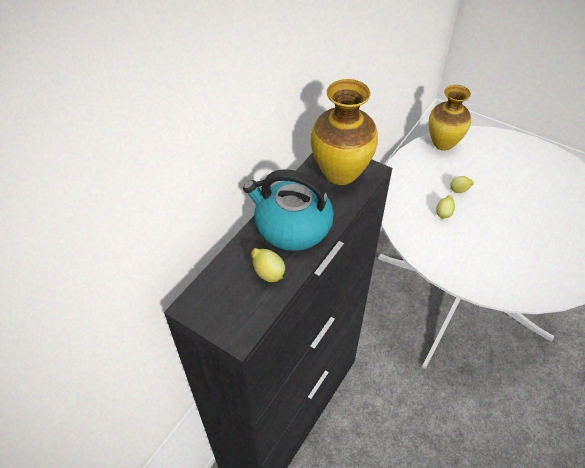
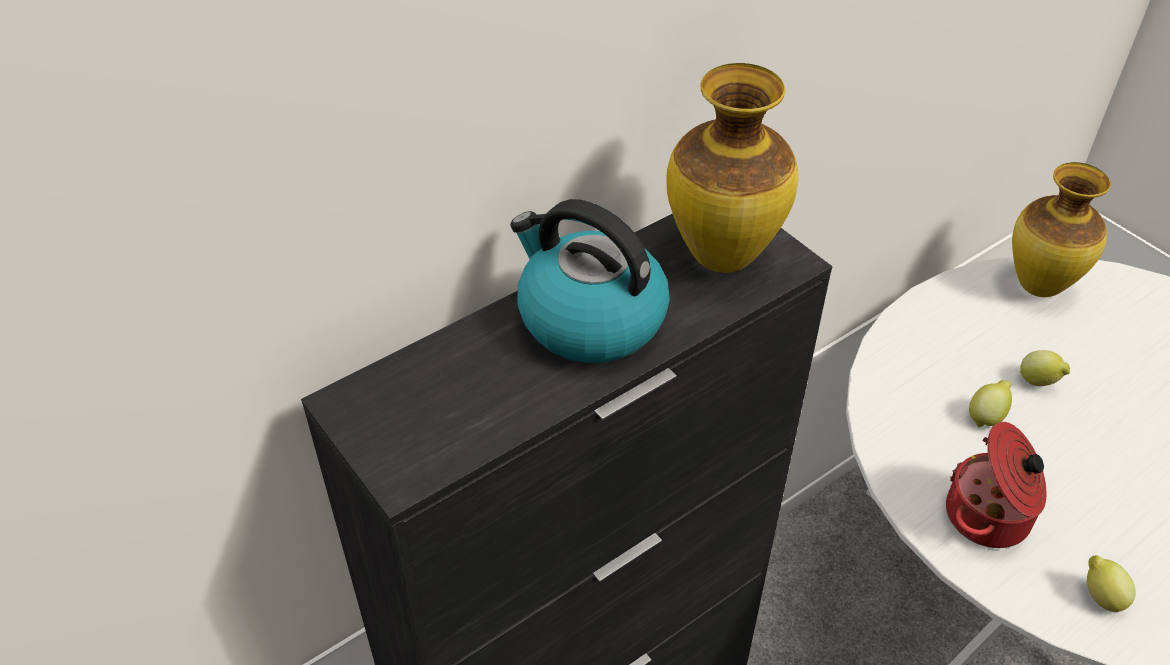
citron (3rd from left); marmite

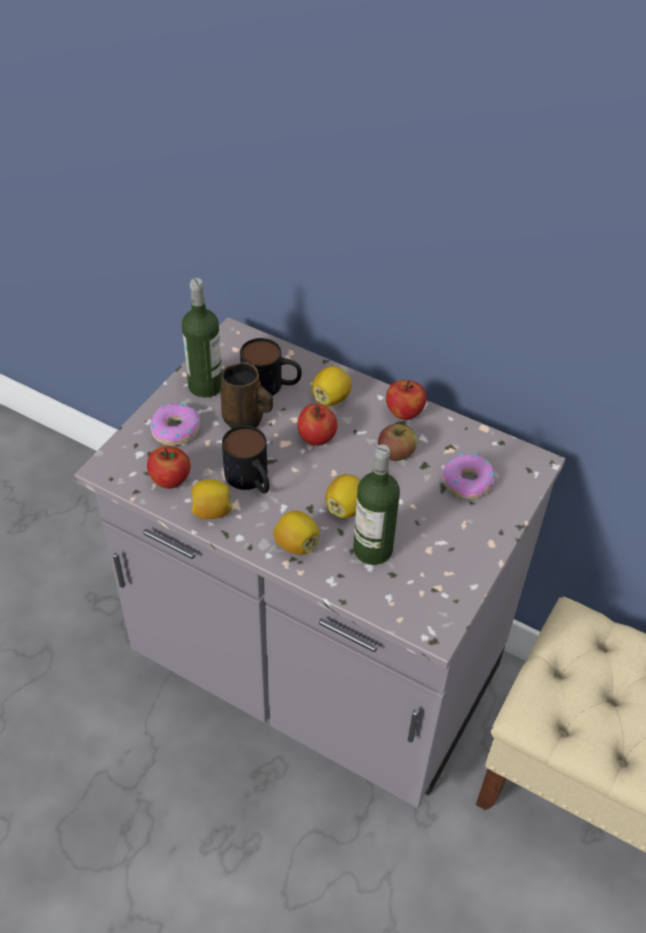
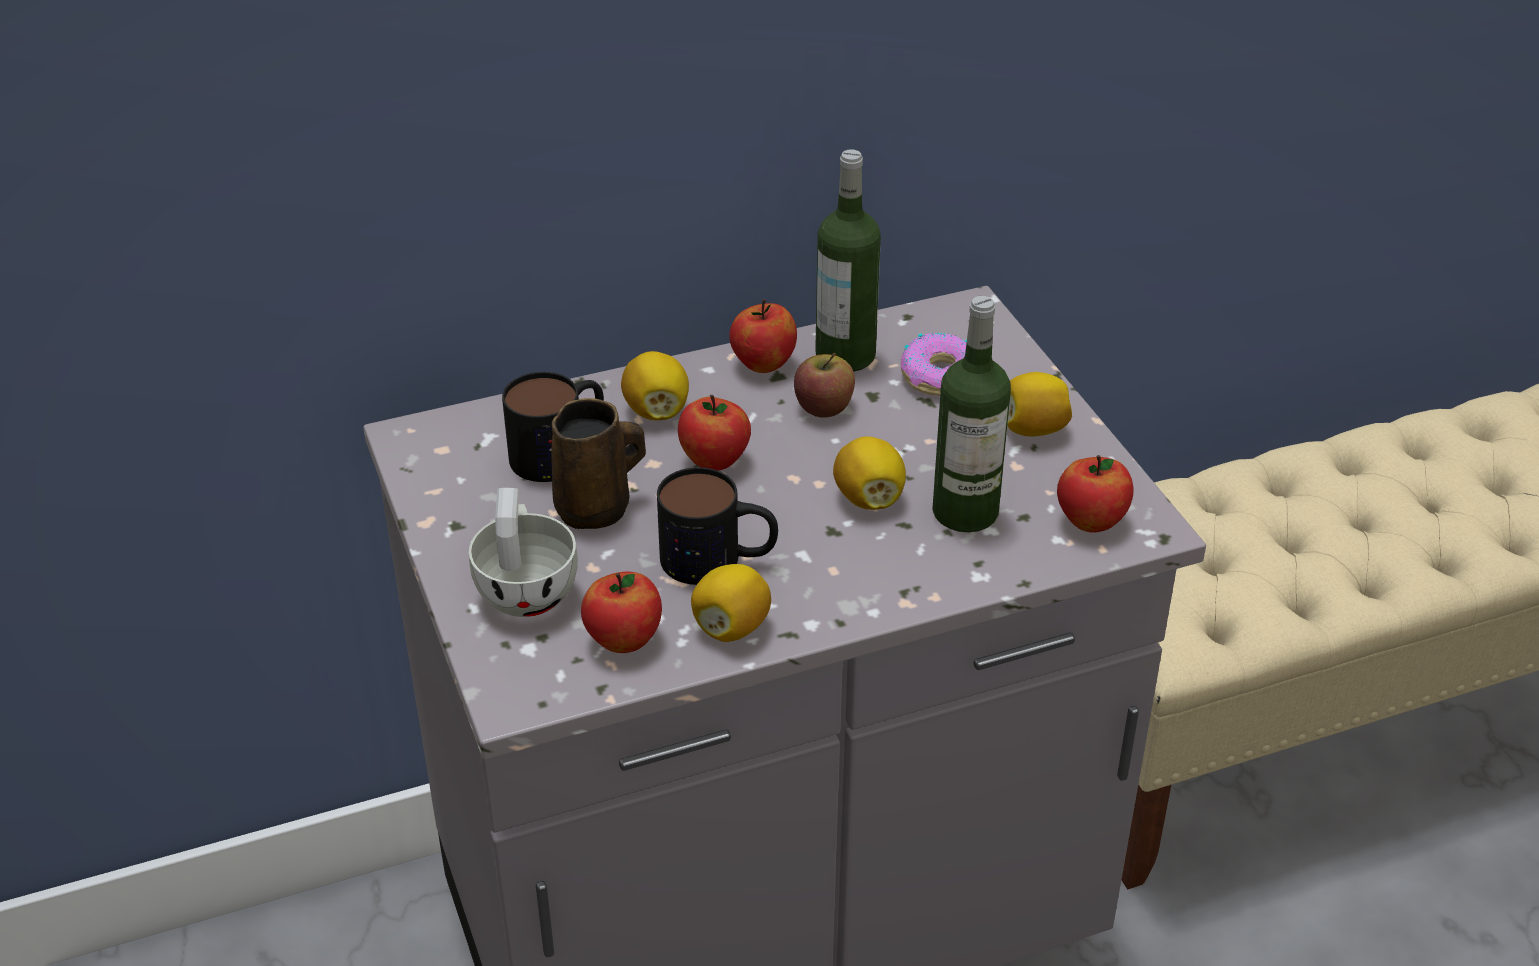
bouteille (1st from left); tasse (blanc); citron (4th from left); pomme (5th from left)

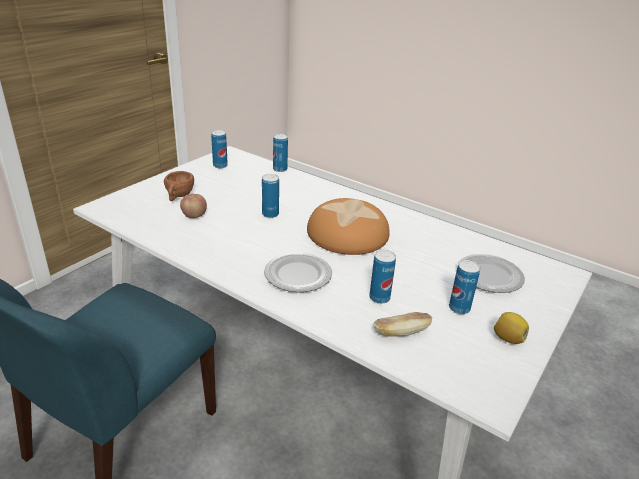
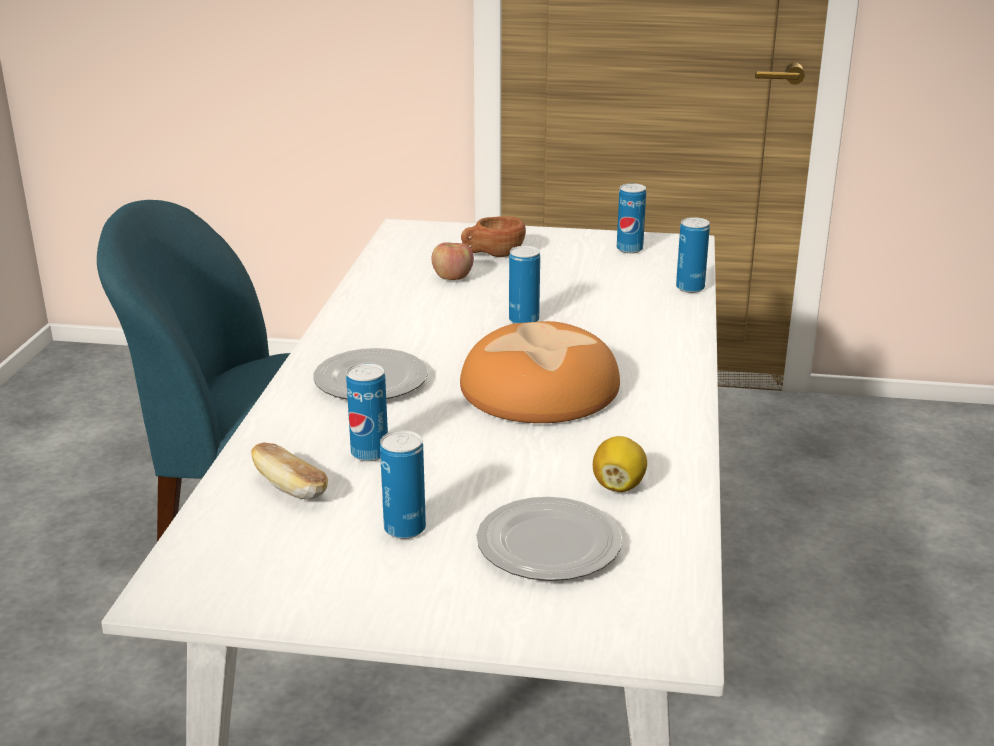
citron

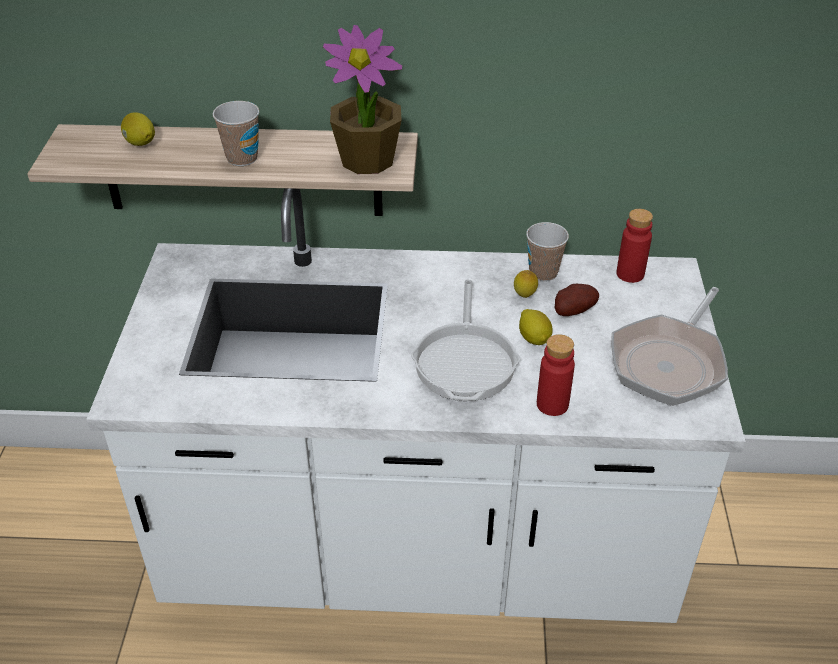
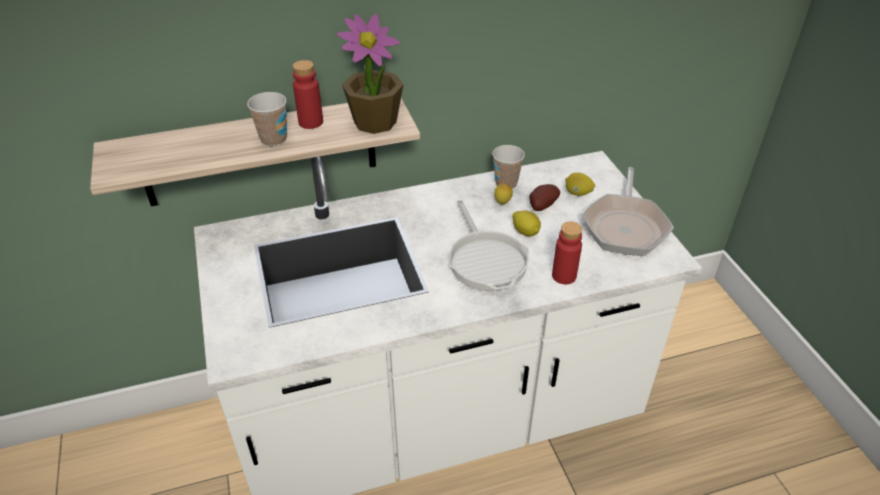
citron (3rd from left); bouteille (rouge) (1st from left)

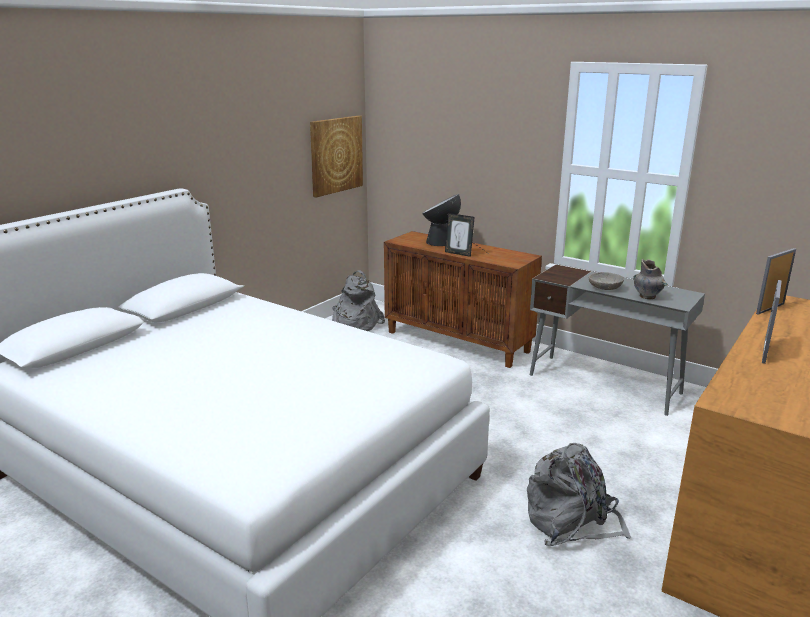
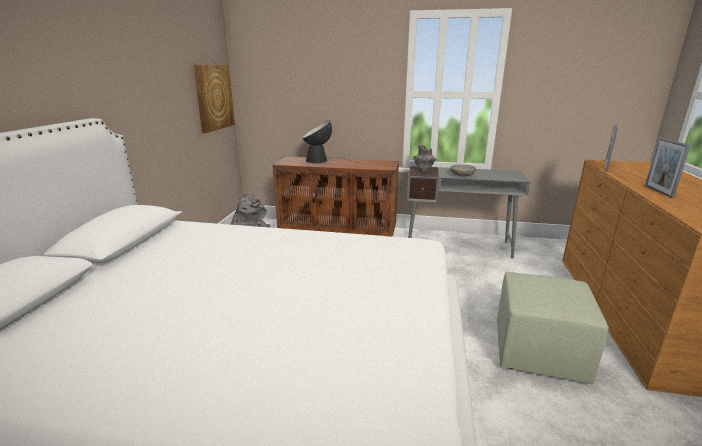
cadre photo (1st from left in the first image); vase (gris); pouf (vert)

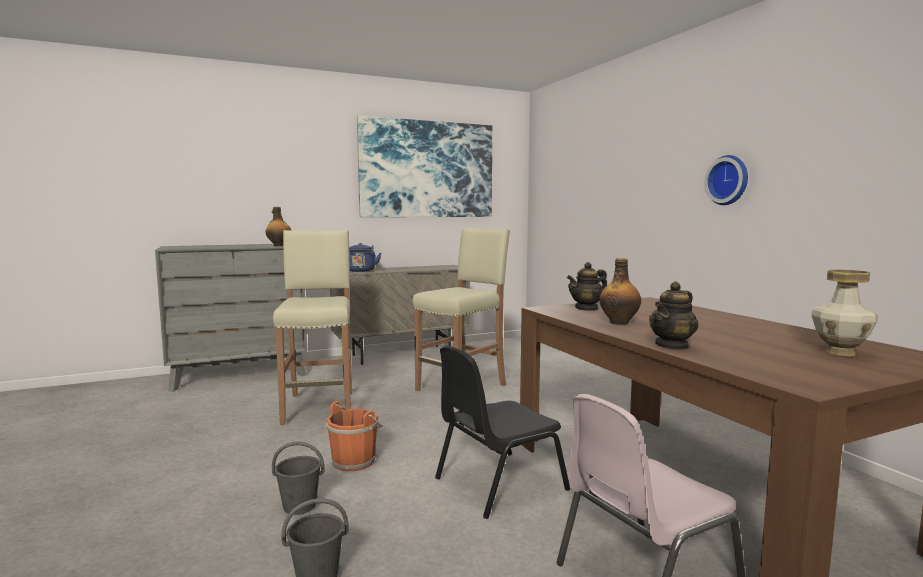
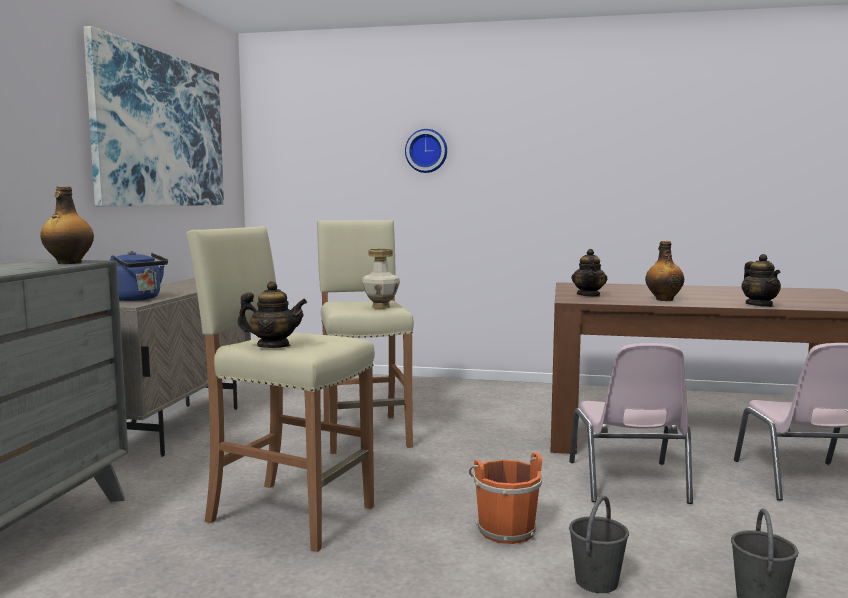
horloge murale; vase; chaise (rose) (1st from left); théière (1st from left)

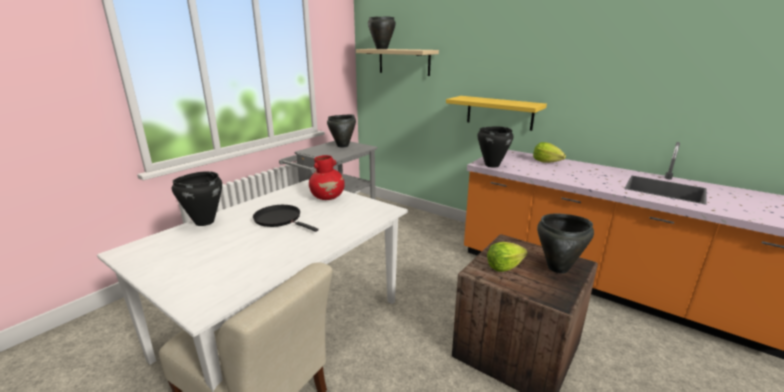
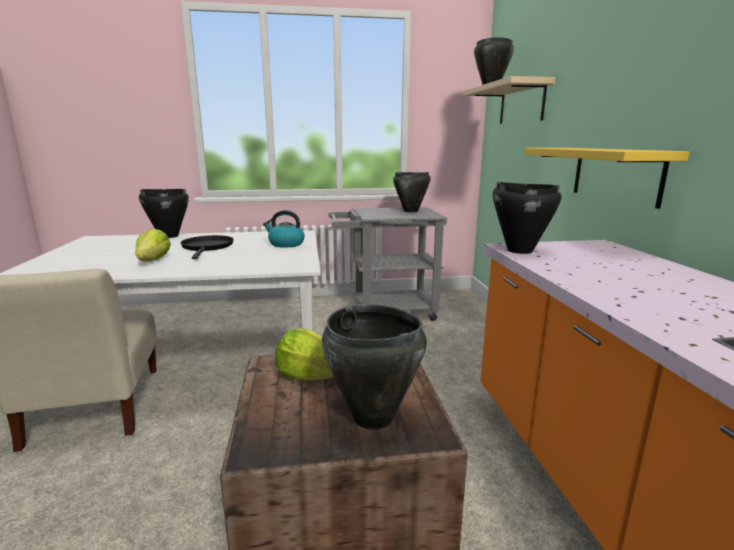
laitue (1st from left); bouilloire

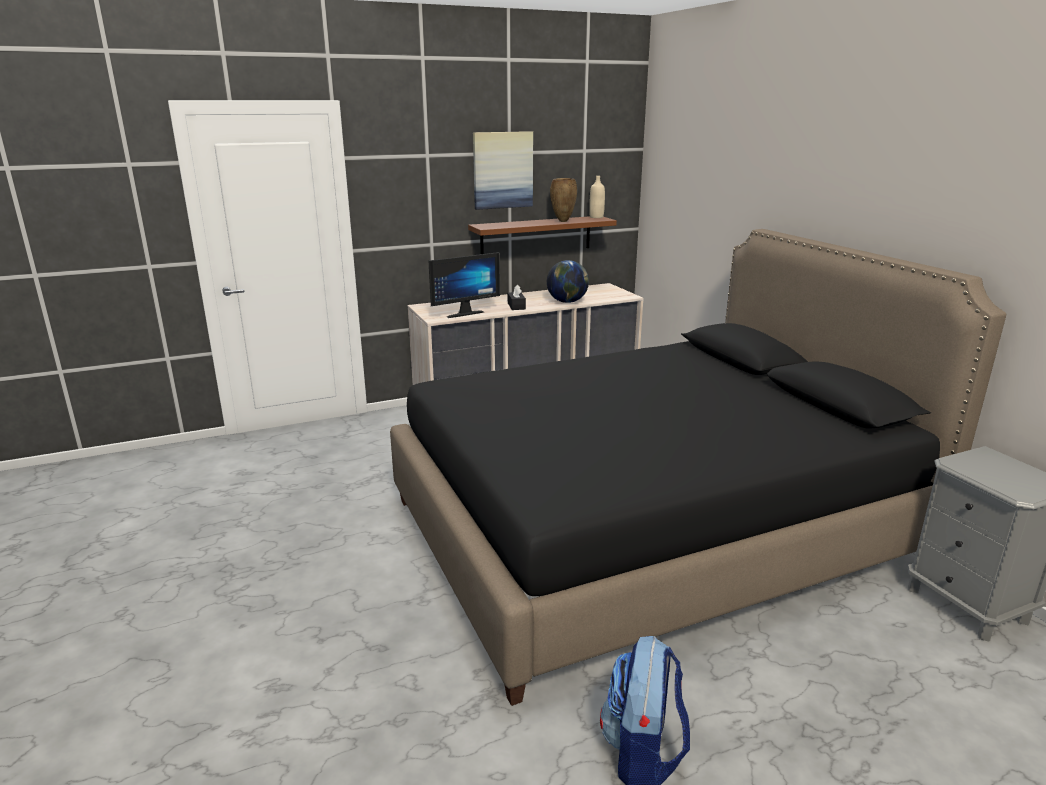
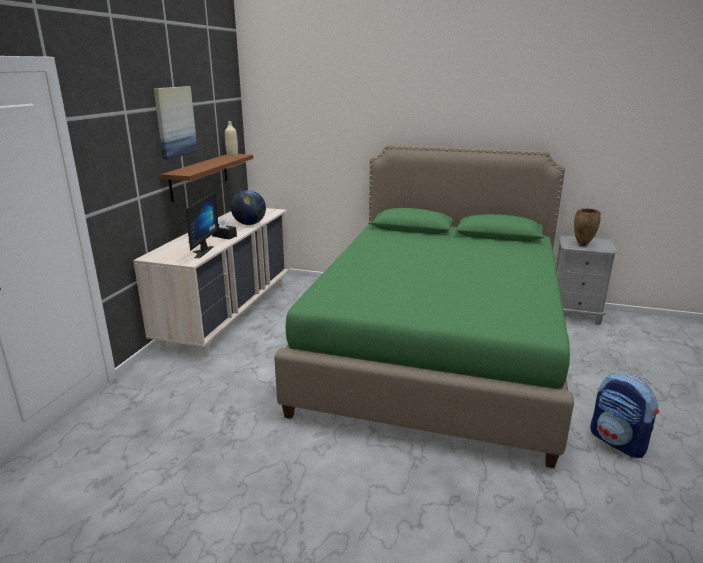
vase (marron); lit (vert)

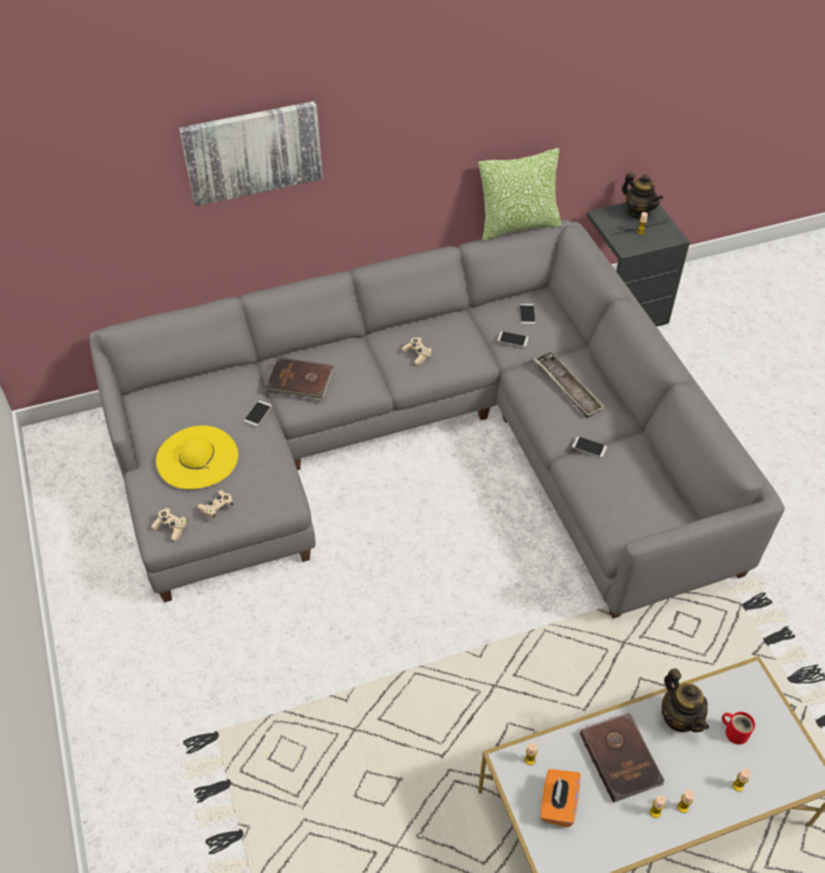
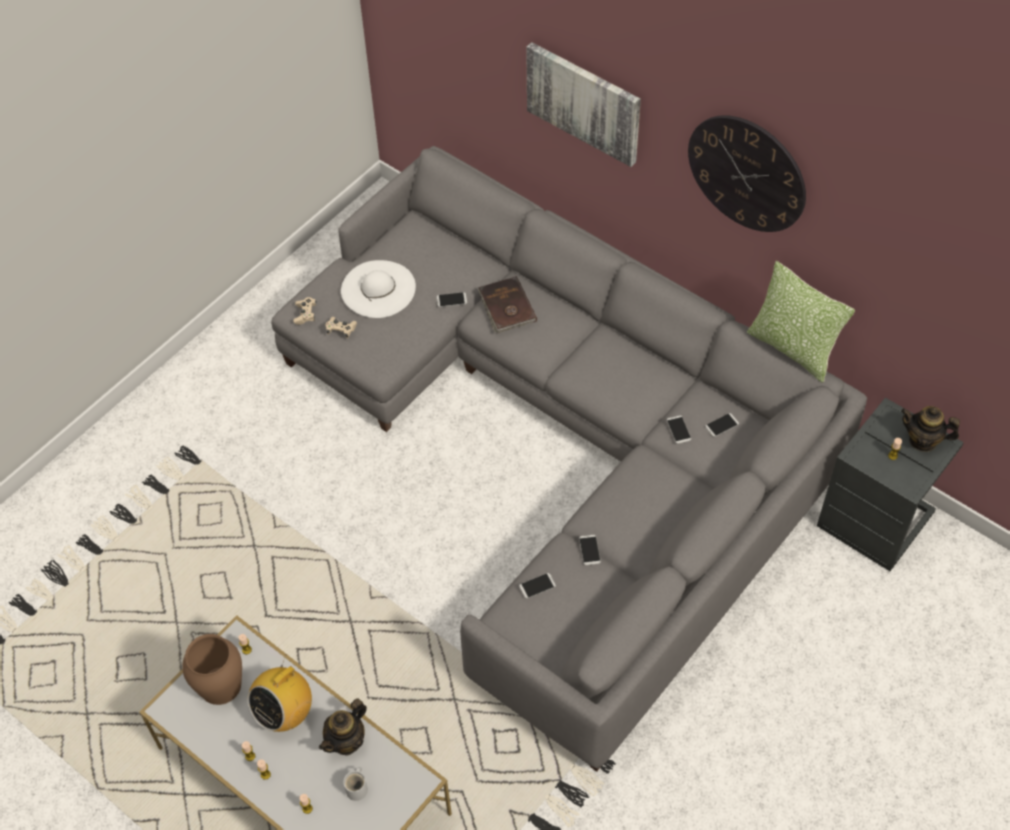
théière (2nd from left); manette (beige) (3rd from left in the first image); plateau; chapeau (blanc); radio; mug (blanc); vase (marron); horloge murale; téléphone (2nd from left)

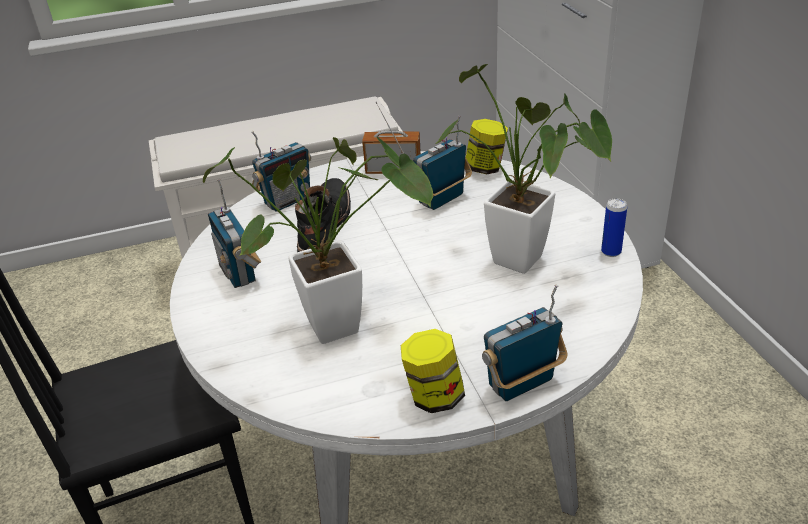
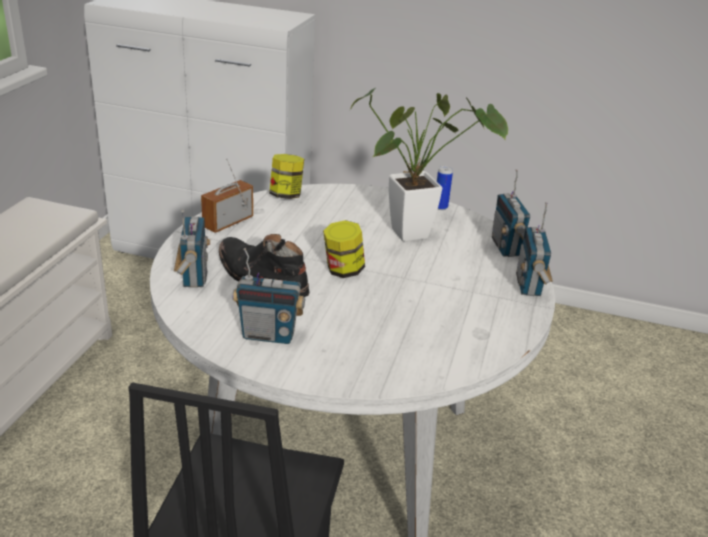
radio (4th from left); plante en pot (1st from left in the first image); bocal (2nd from left)

